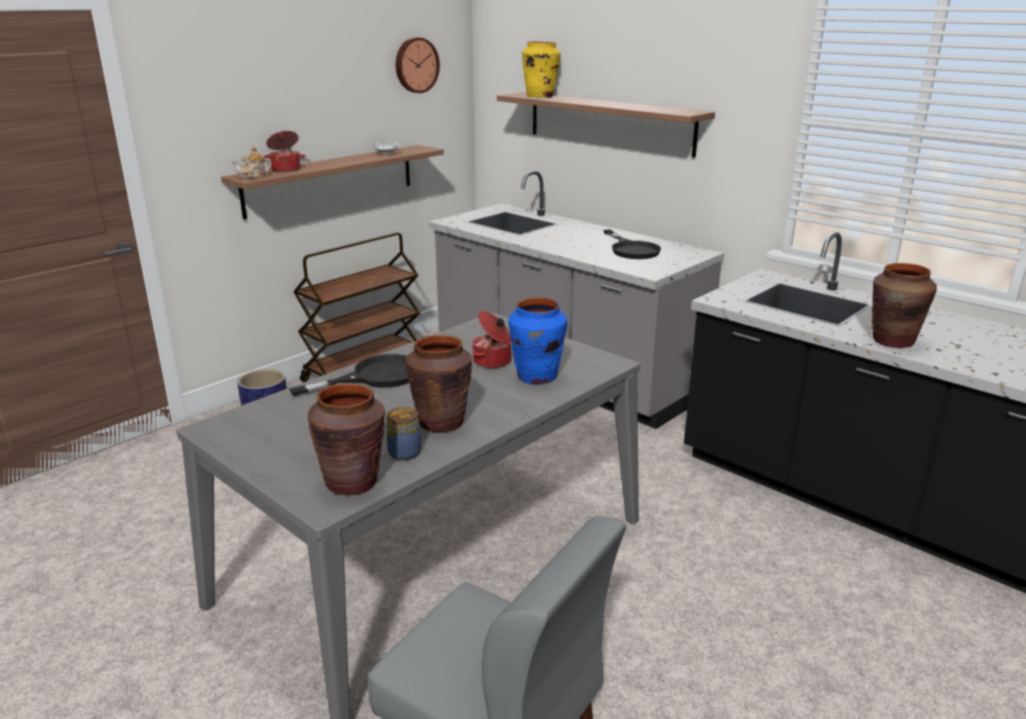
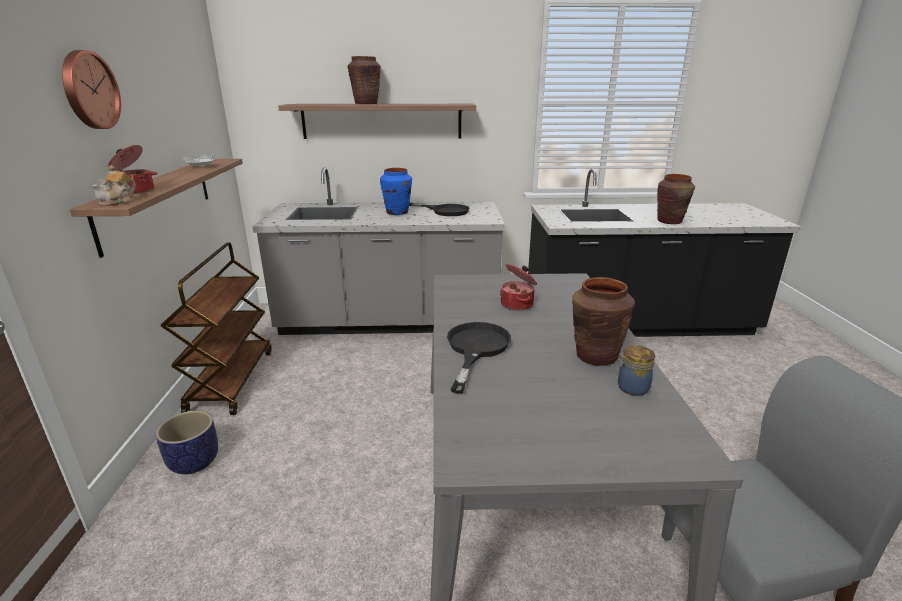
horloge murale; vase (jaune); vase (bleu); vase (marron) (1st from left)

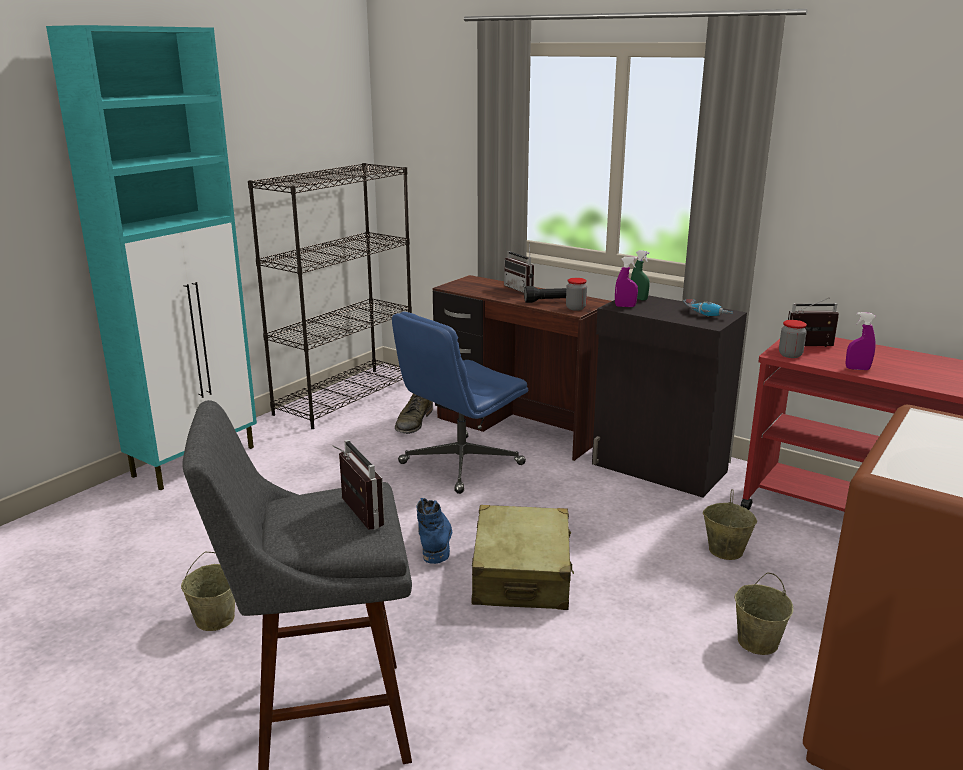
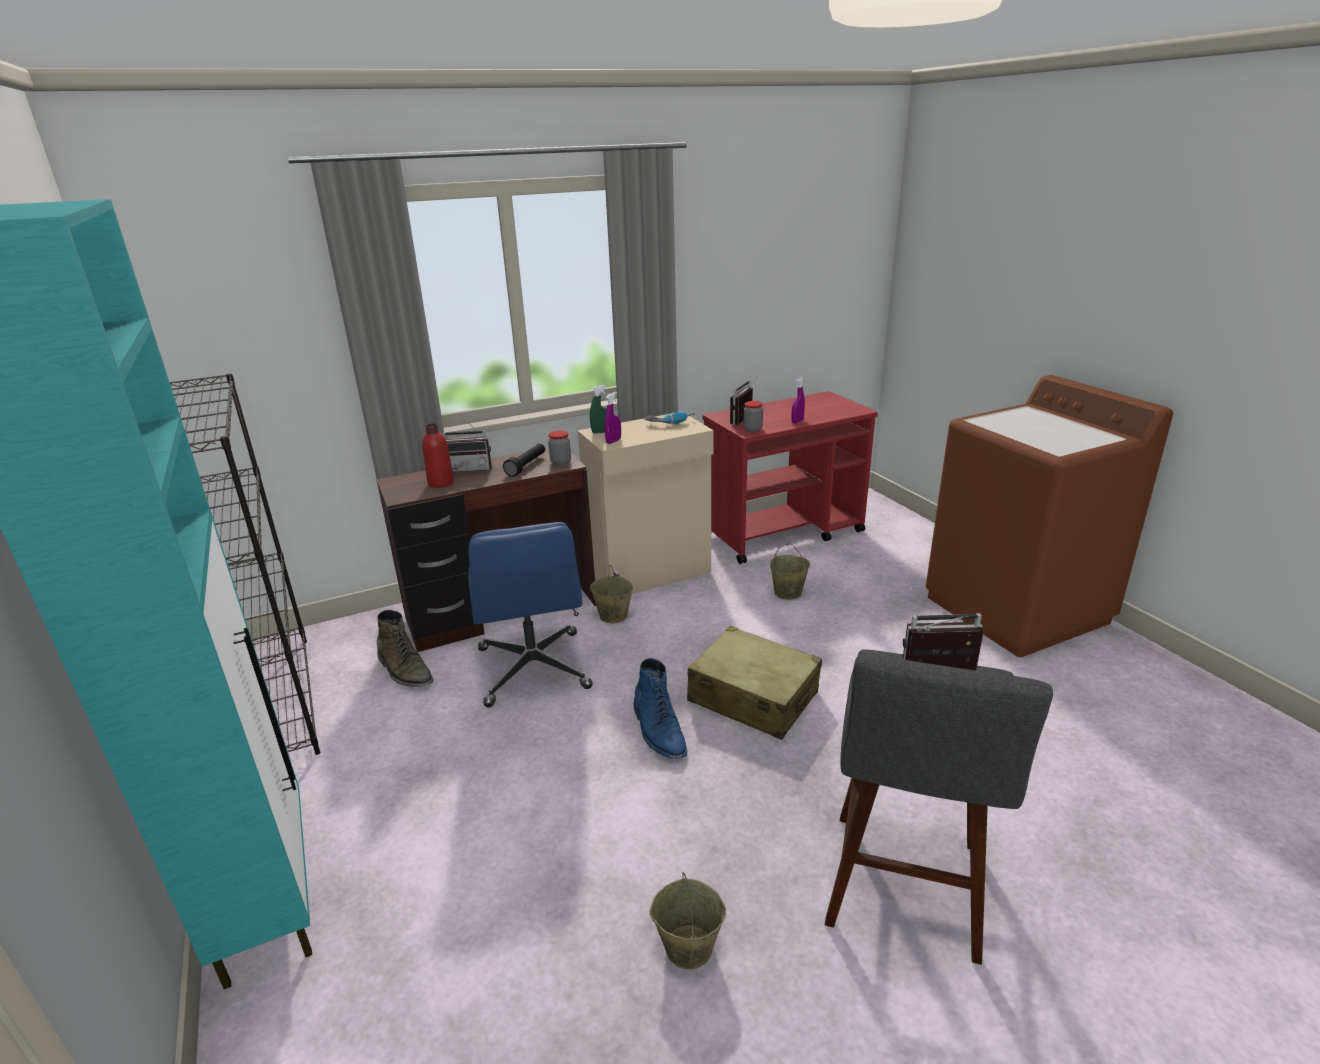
meuble de rangement (beige); botte (bleu); seau (beige) (1st from left); bouteille (rouge)

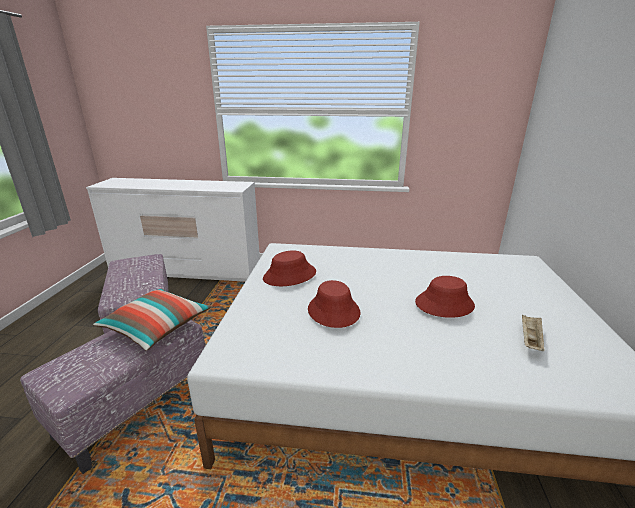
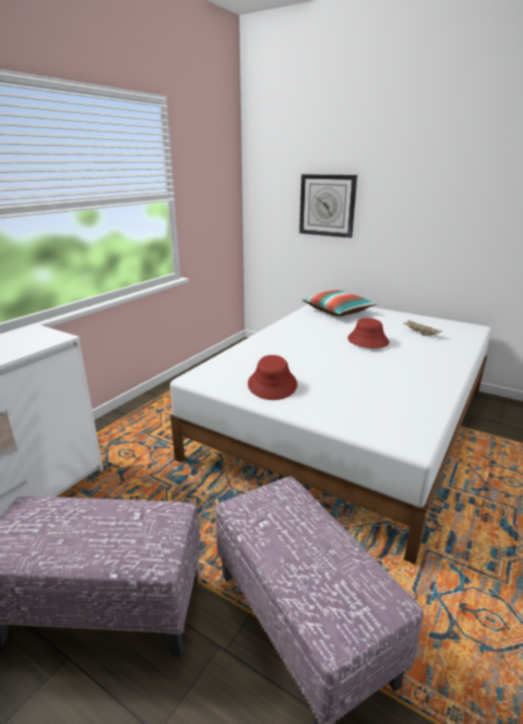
chapeau (rouge) (2nd from left in the first image); coussin; horloge murale

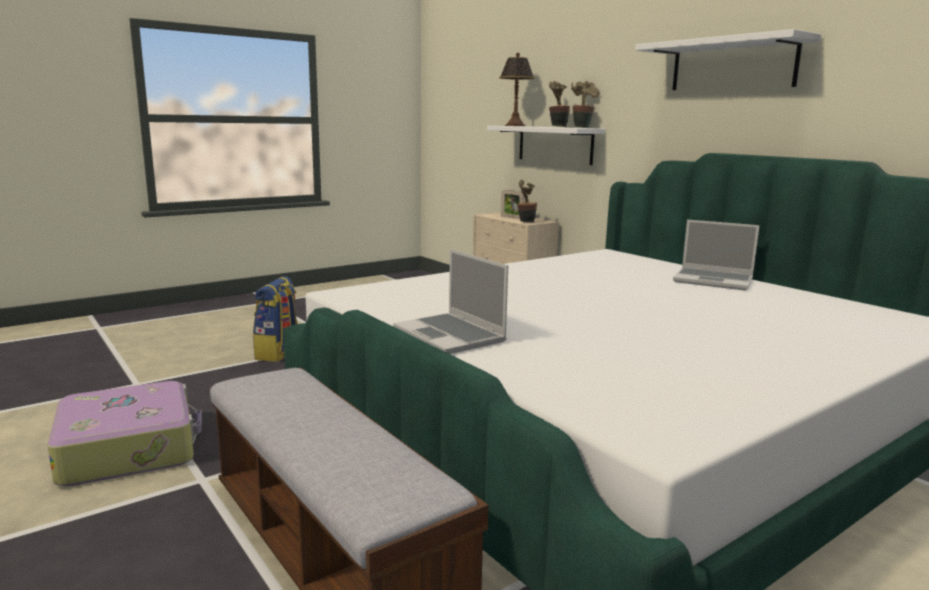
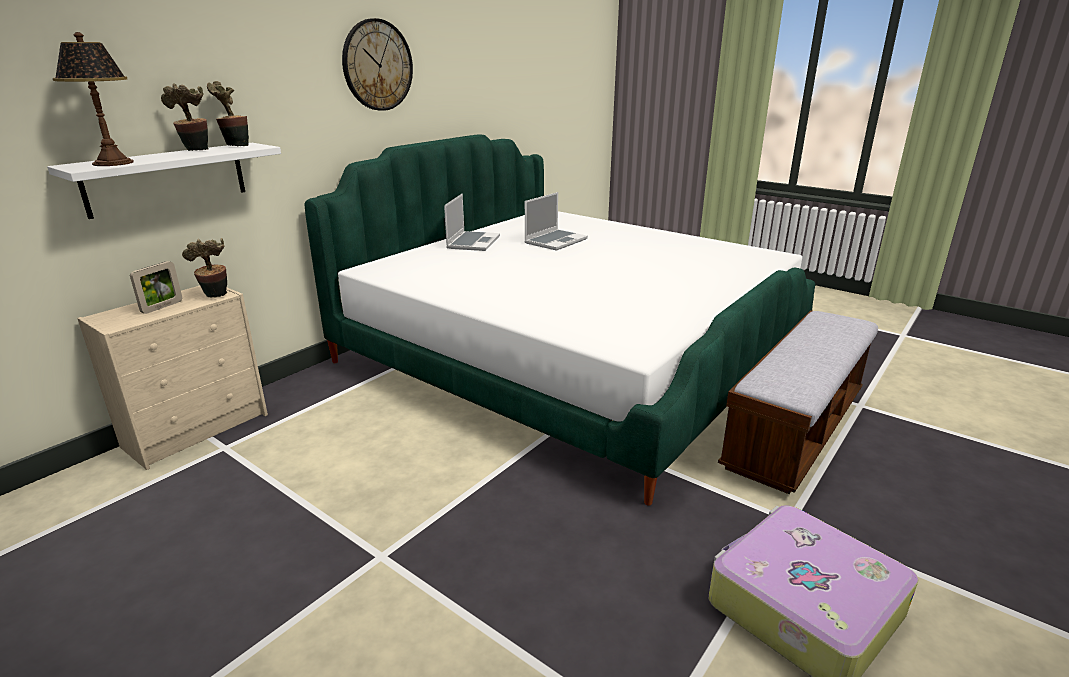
horloge murale; ordinateur portable (2nd from left); sac à dos

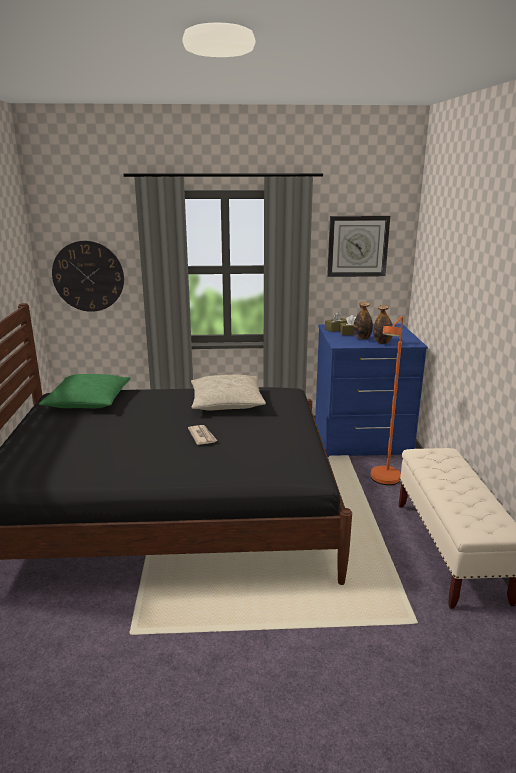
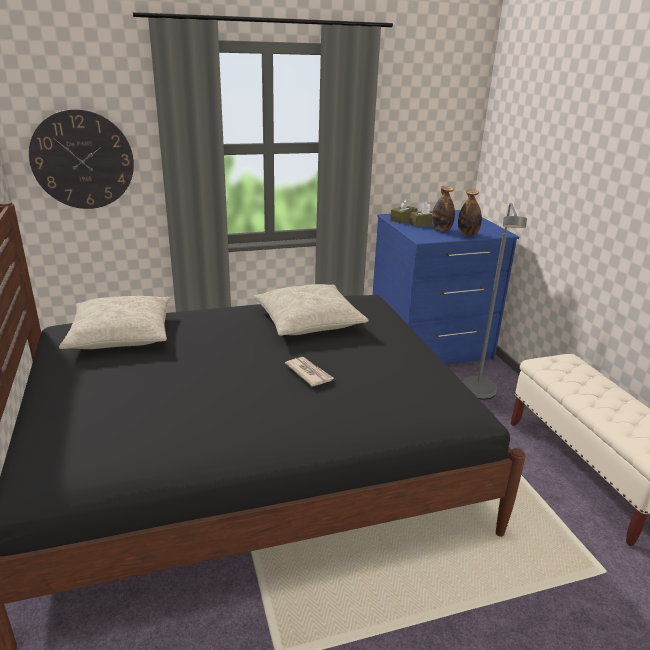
horloge murale (2nd from left in the first image); lampadaire (gris); coussin (beige) (1st from left)

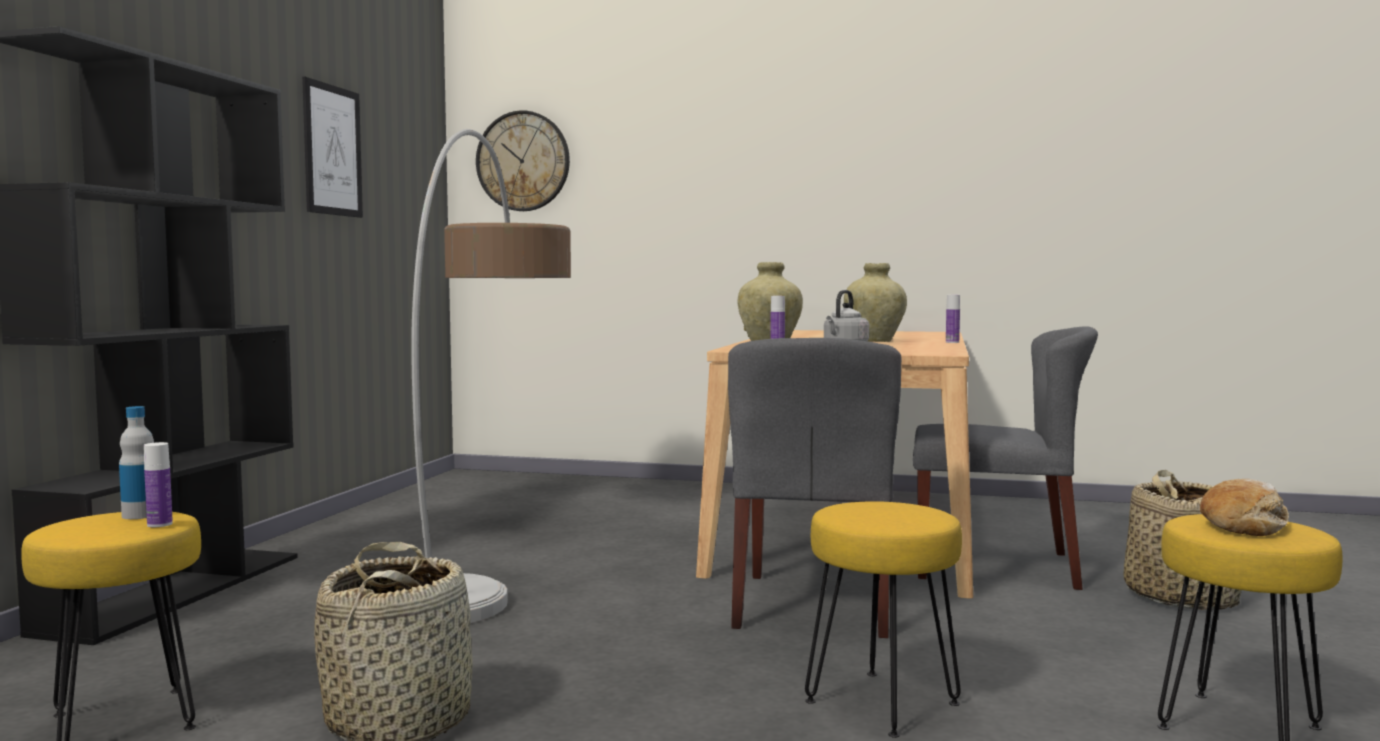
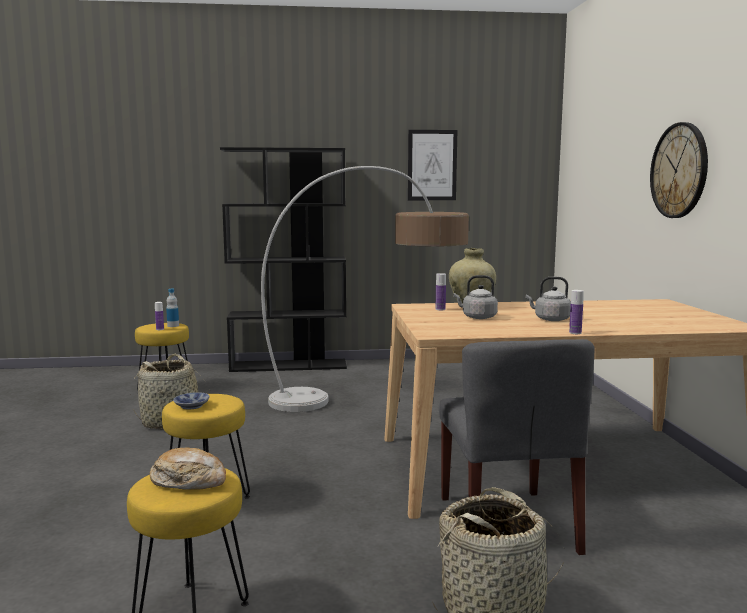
horloge murale; bouilloire (gris) (2nd from left); chaise (gris) (1st from left in the first image); bol

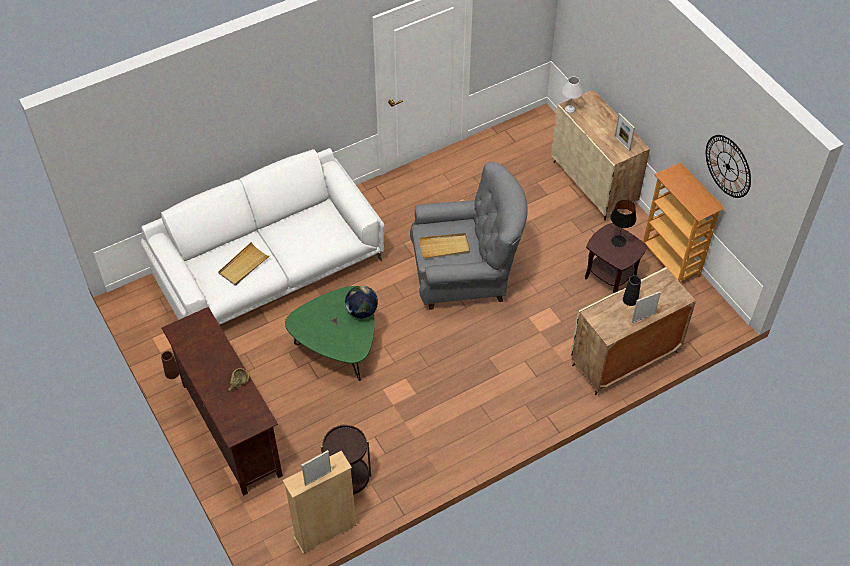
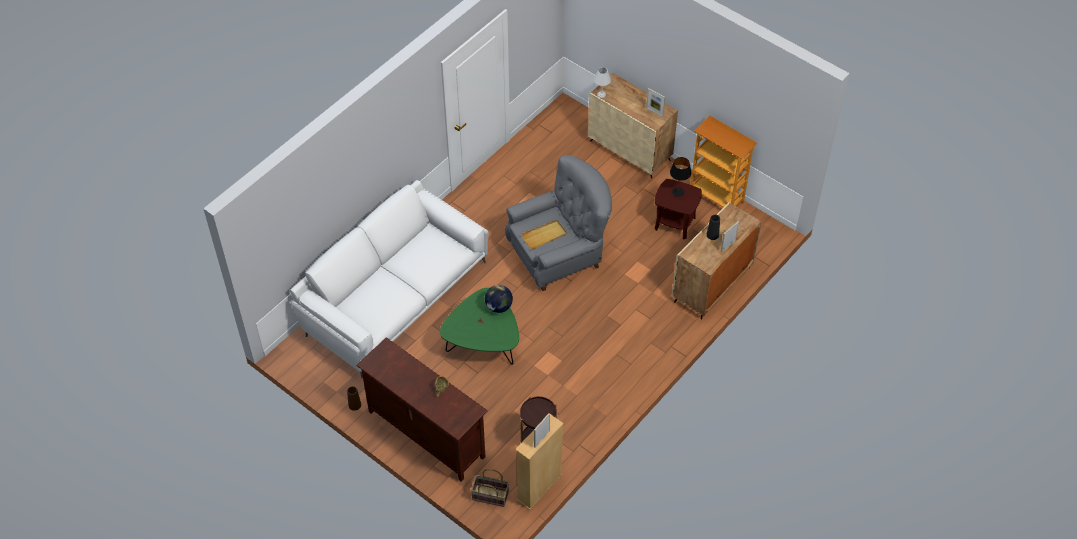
horloge murale; plateau (beige) (1st from left in the first image); panier

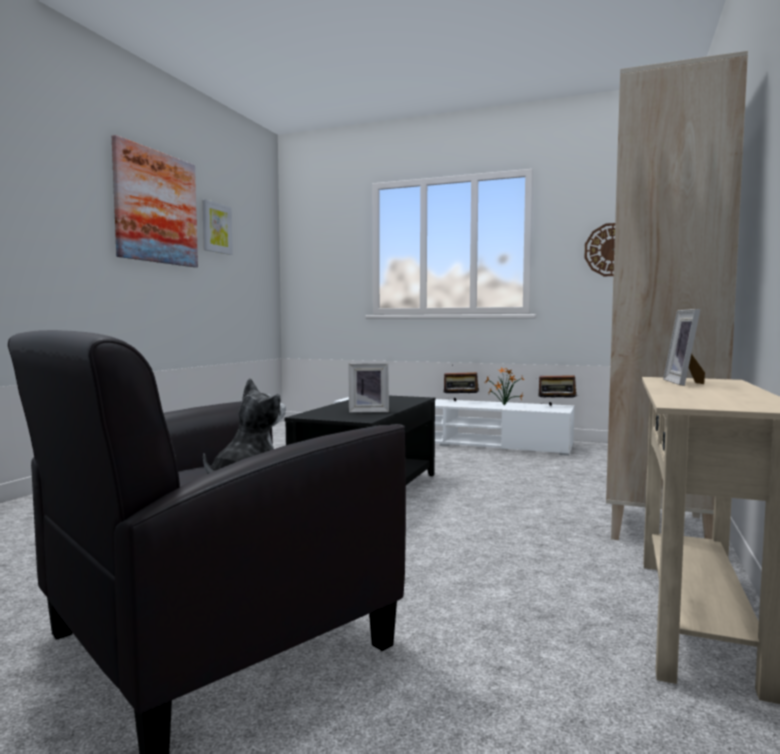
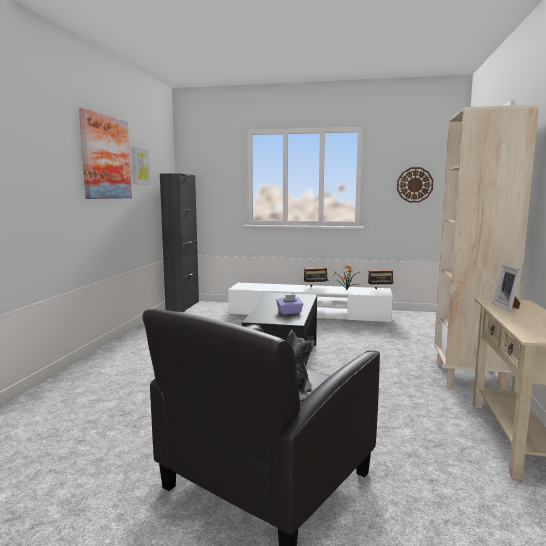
boîte à mouchoirs (violet); meuble de rangement (noir)

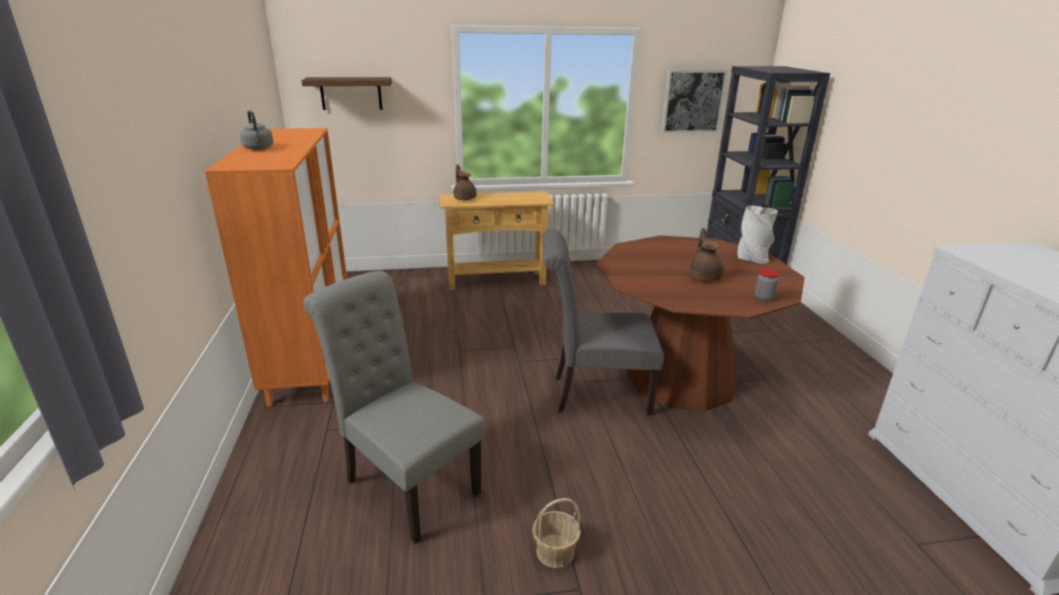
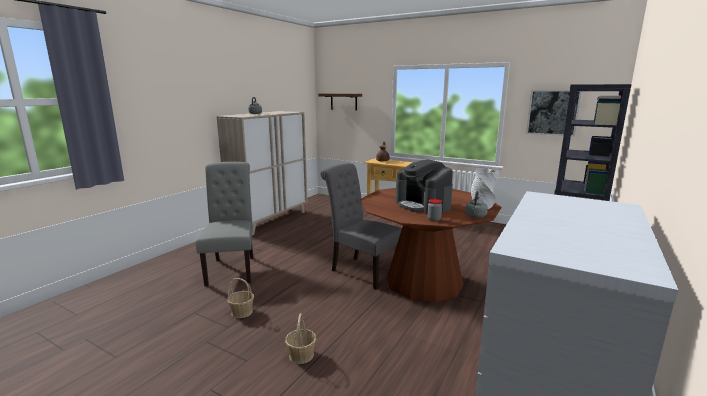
meuble de rangement (beige); machine à café; bouilloire (gris) (2nd from left); panier (2nd from left)

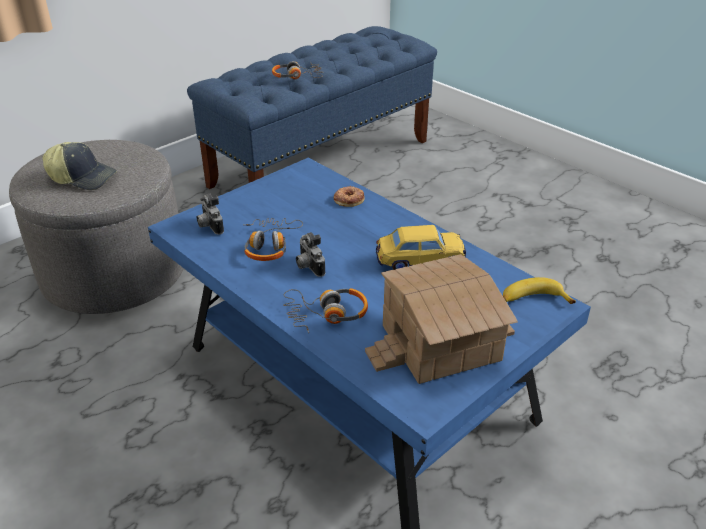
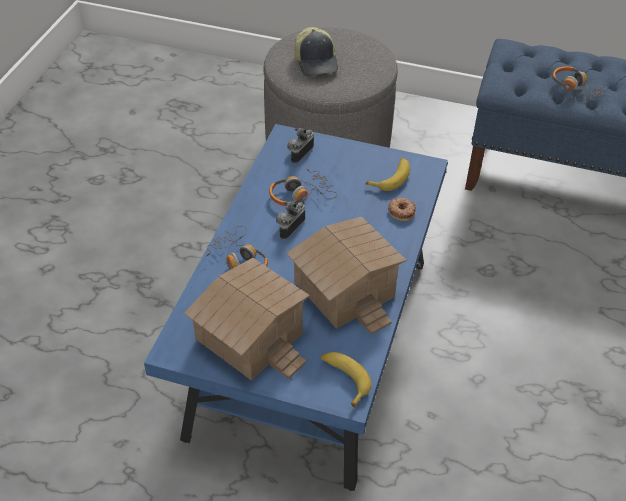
maison miniature (2nd from left); banane (2nd from left)

